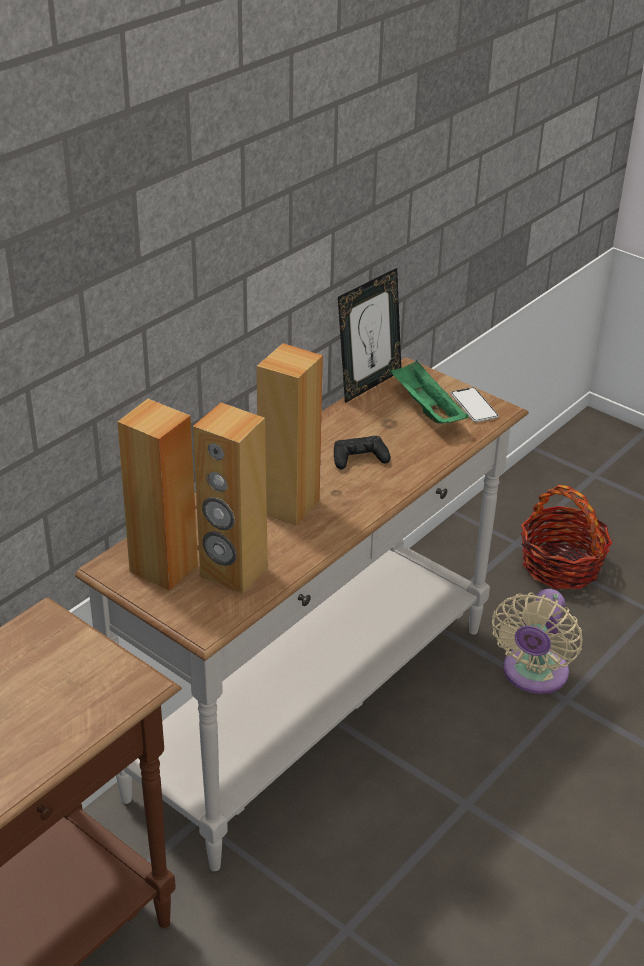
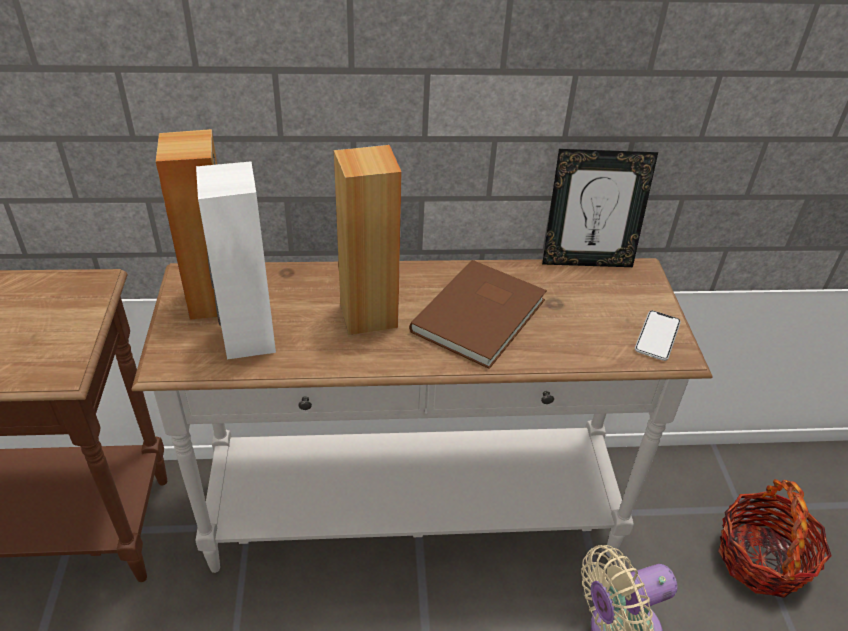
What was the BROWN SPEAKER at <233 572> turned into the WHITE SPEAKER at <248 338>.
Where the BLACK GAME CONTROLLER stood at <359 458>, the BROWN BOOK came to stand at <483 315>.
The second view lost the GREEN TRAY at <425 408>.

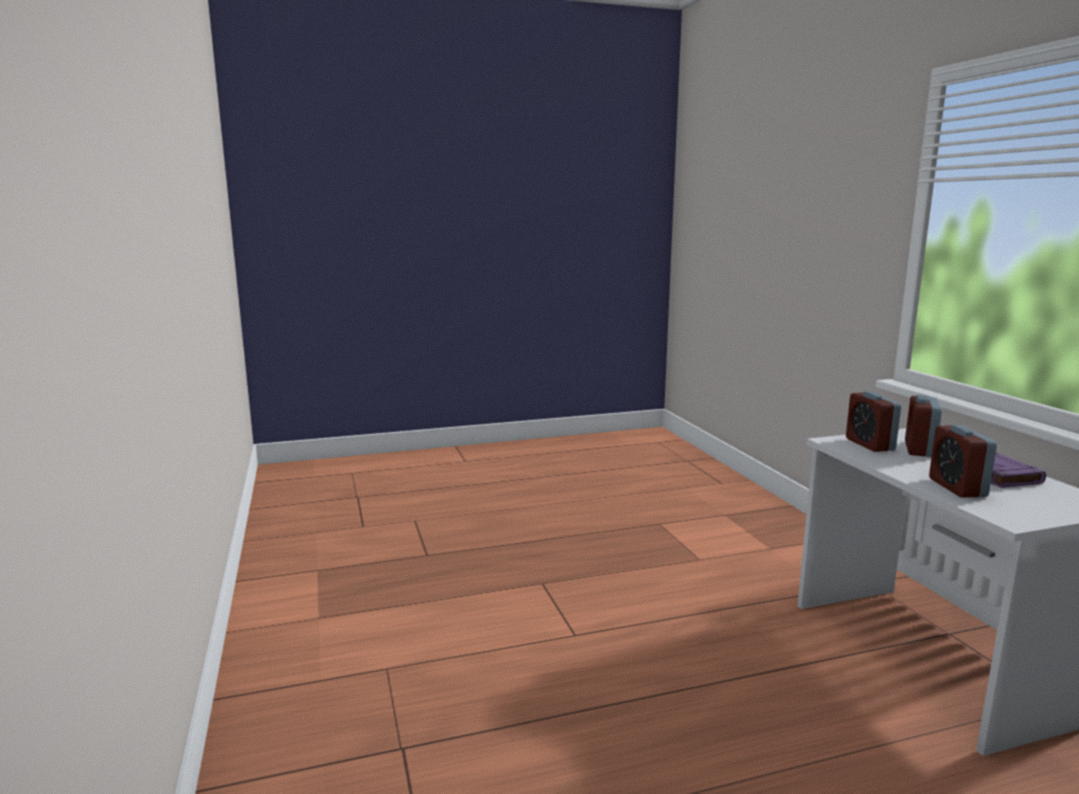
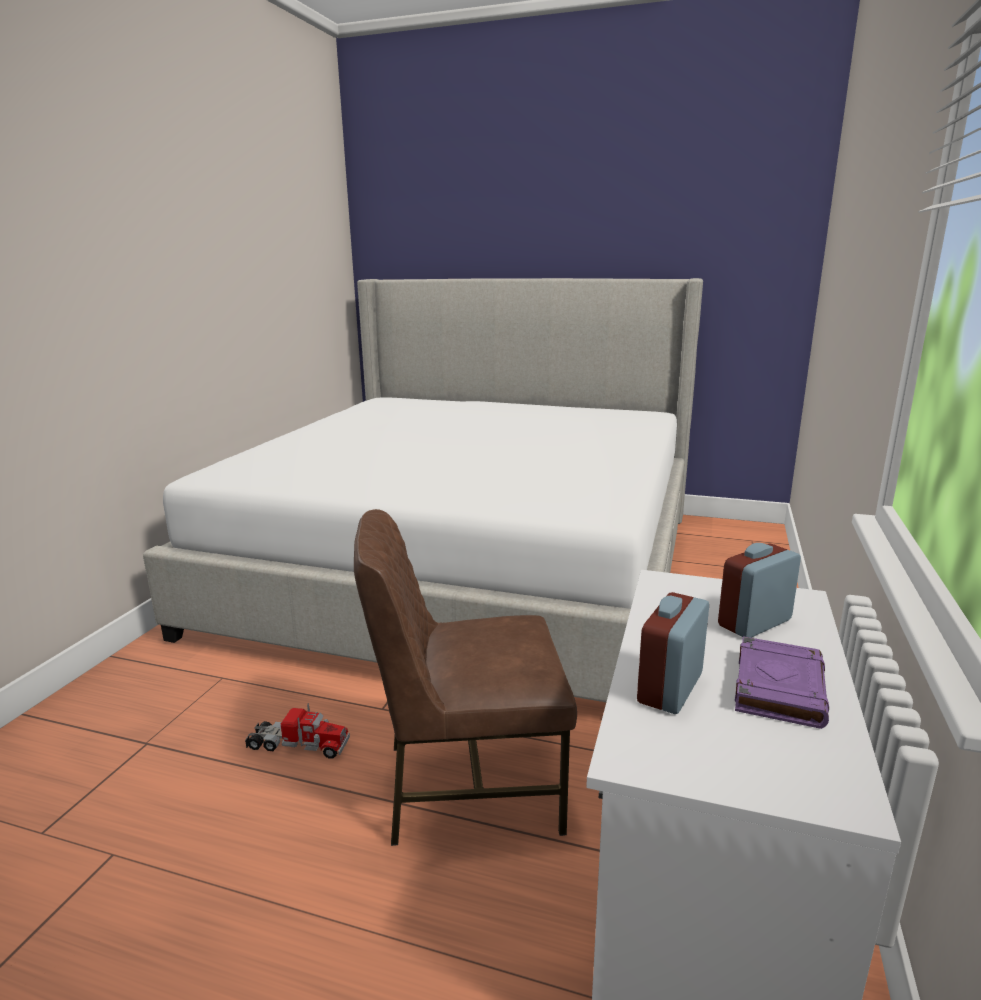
The second view lost the ALARM CLOCK at <869 444>.
The second view gained the BED at <469 567>.
The second view gained the TOY TRUCK at <298 745>.
The second view gained the BROWN CHAIR at <468 784>.

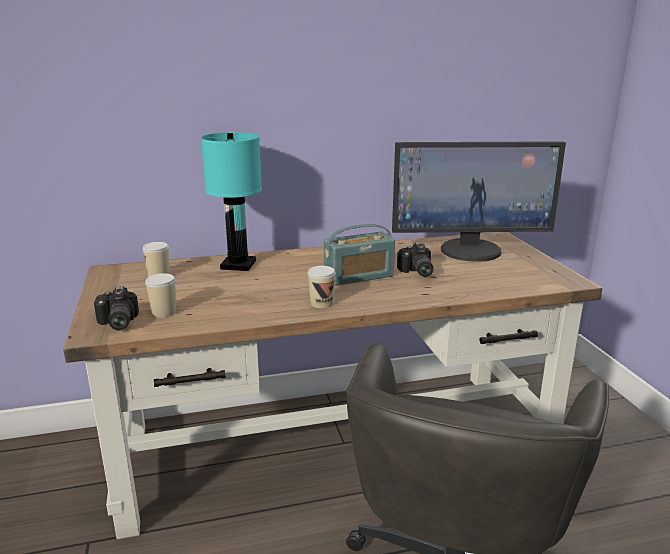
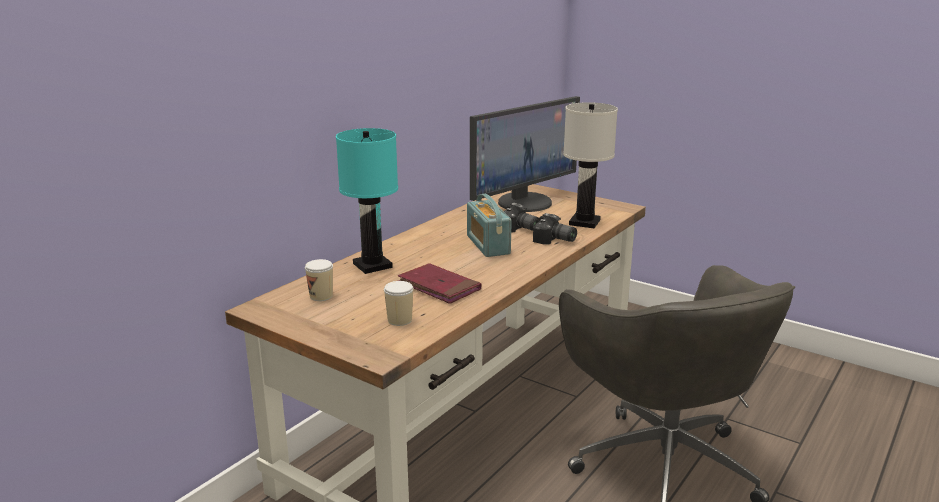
The PHOTO CAMERA ended up elsewhere, having gone from <116 323> to <554 241>.
The second view lost the CUP at <321 303>.
The RADIO at <358 276> ended up facing another way, 135 degrees clockwise from before.
The second view gained the RED BOOK at <439 287>.
The second view gained the WHITE TABLE LAMP at <585 222>.

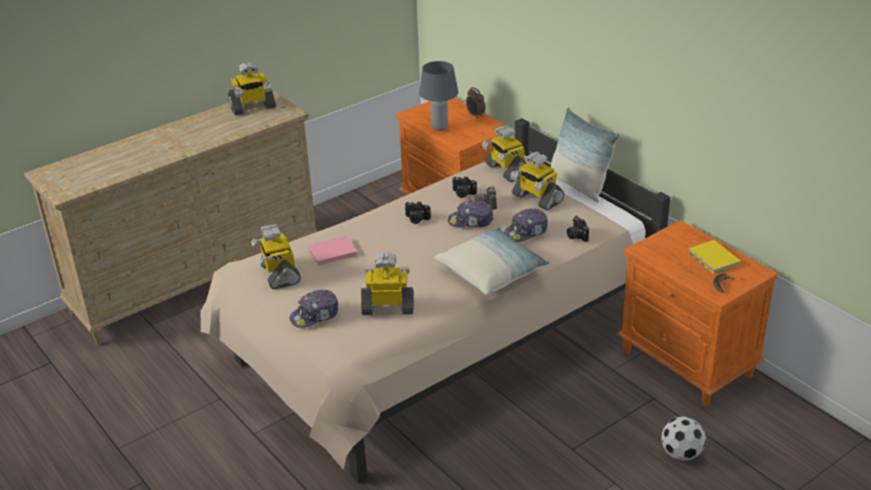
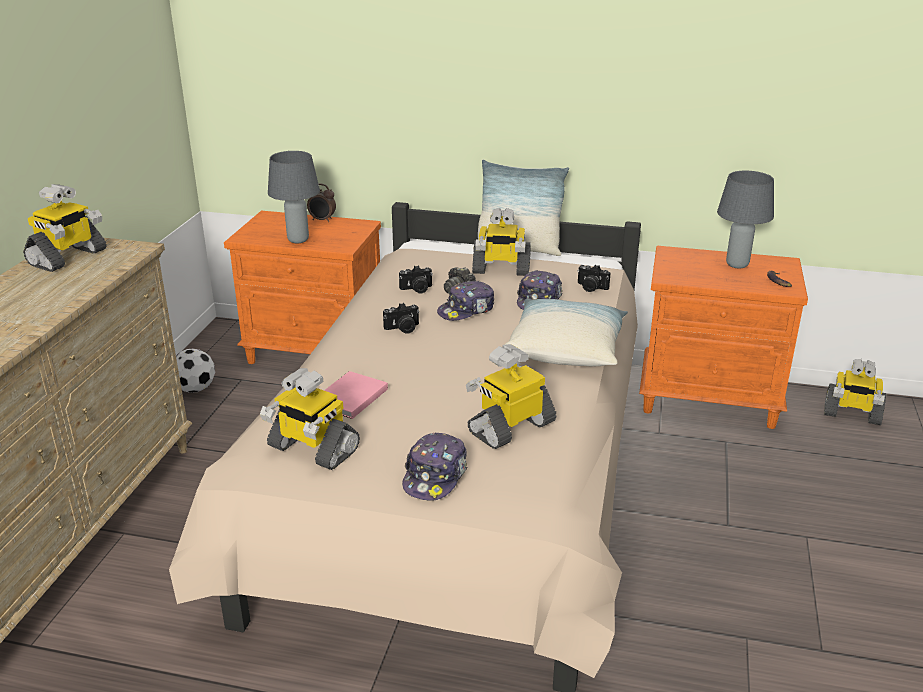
The TOY ROBOT ended up elsewhere, having gone from <506 170> to <851 414>.
The FOOTBALL ended up elsewhere, having gone from <681 454> to <195 389>.
Where the YELLOW BOOK stood at <713 259>, the GREY TABLE LAMP came to stand at <737 265>.

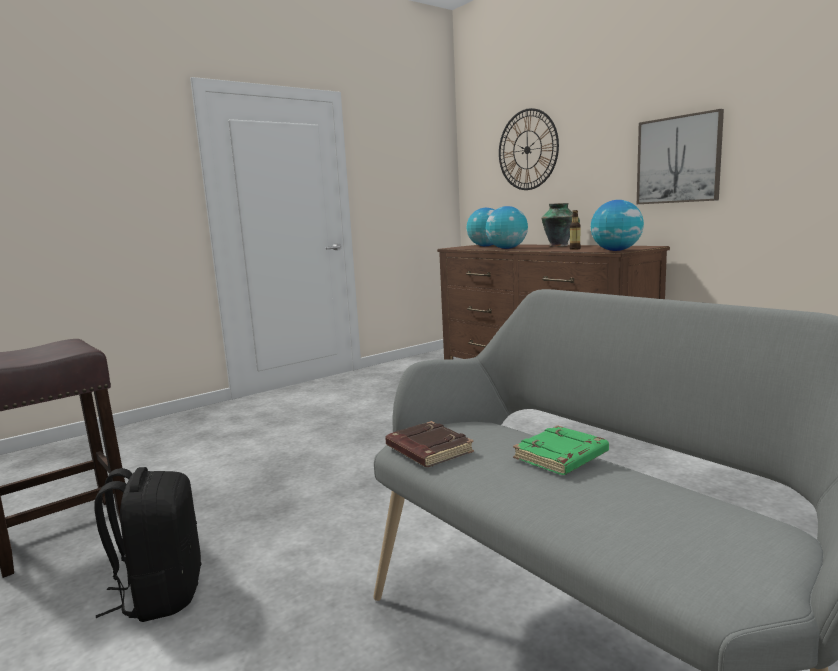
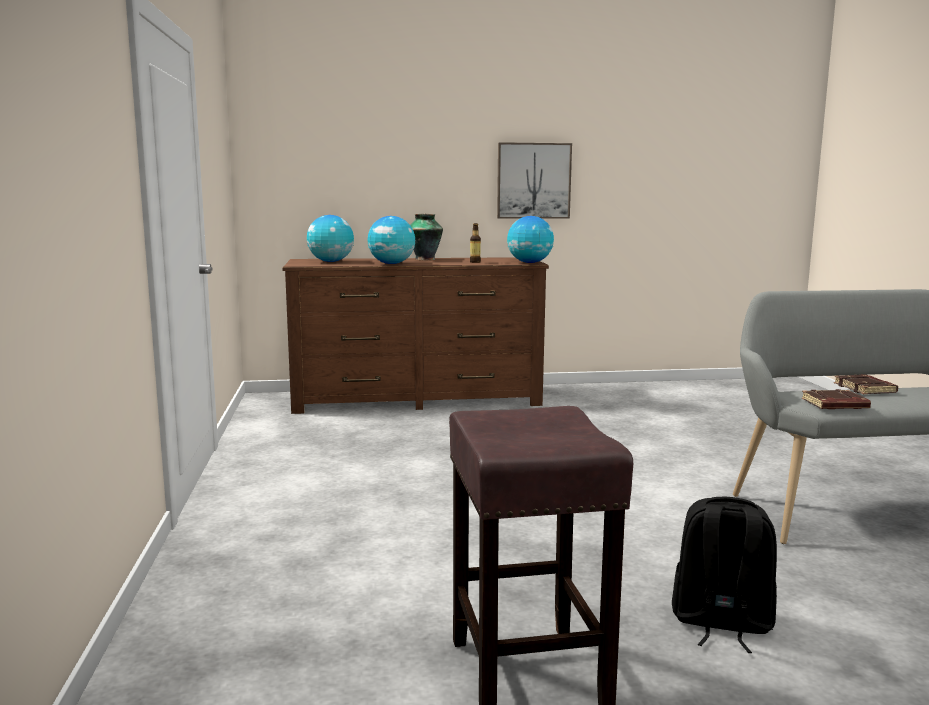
The second view lost the WALL CLOCK at <527 150>.
What was the GREEN BOOK at <561 457> turned into the BROWN BOOK at <865 389>.

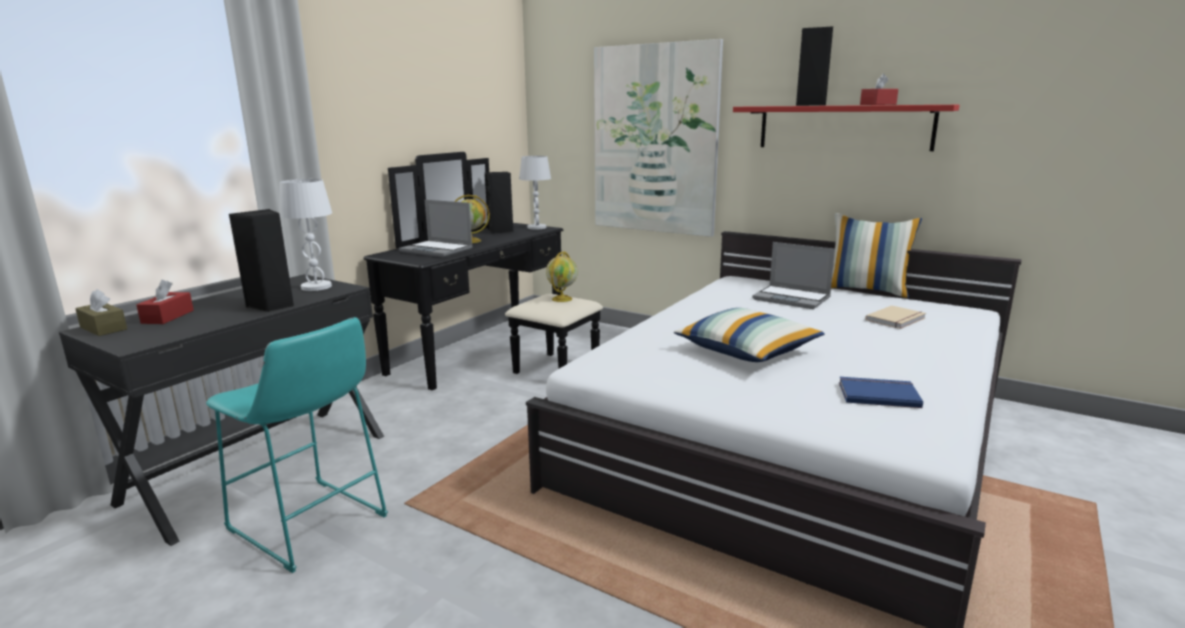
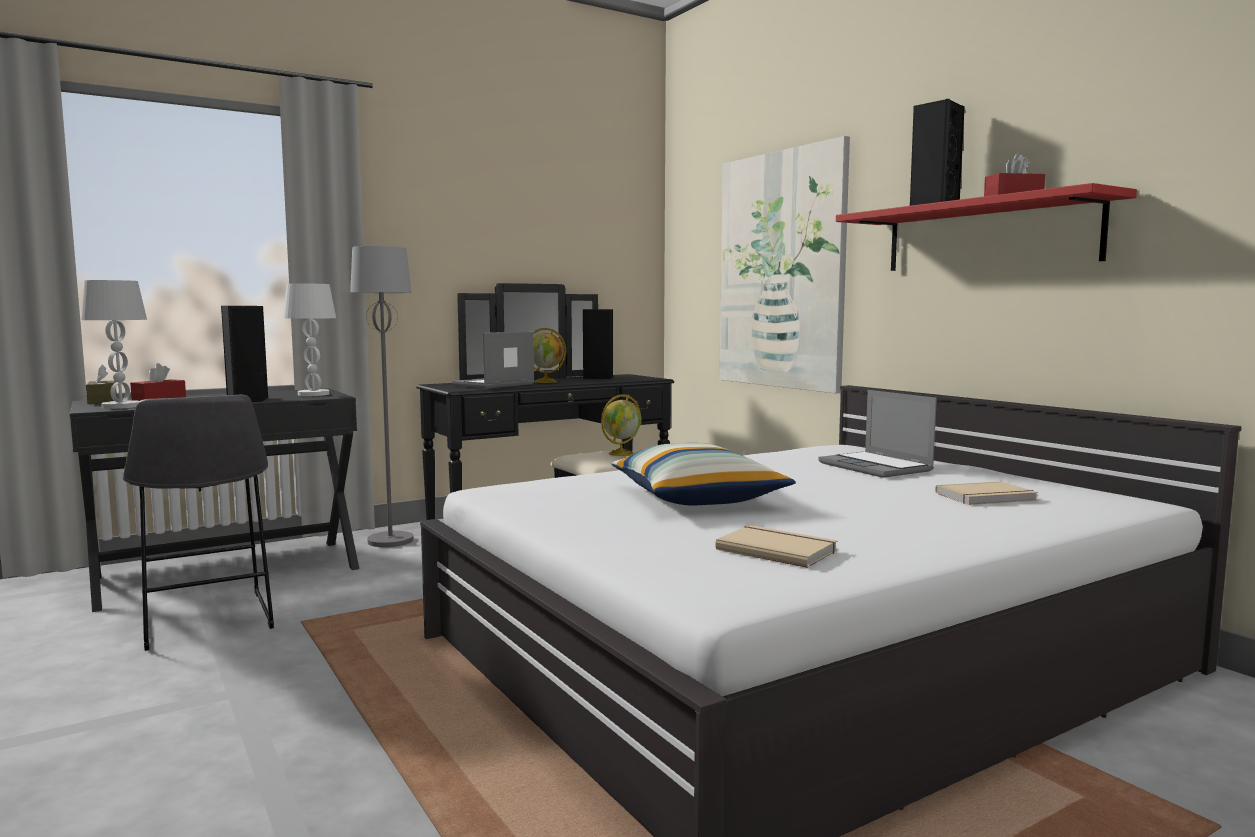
What was the TURQUOISE STOOL at <311 526> turned into the GREY STOOL at <206 622>.
The LAPTOP at <438 250> ended up facing another way, 75 degrees clockwise from before.
The WHITE TABLE LAMP ended up elsewhere, having gone from <536 227> to <121 406>.
The second view lost the PILLOW at <866 290>.
What was the BLUE BOOK at <877 394> turned into the BEIGE BOOK at <777 549>.
The second view gained the GREY FLOOR LAMP at <390 541>.

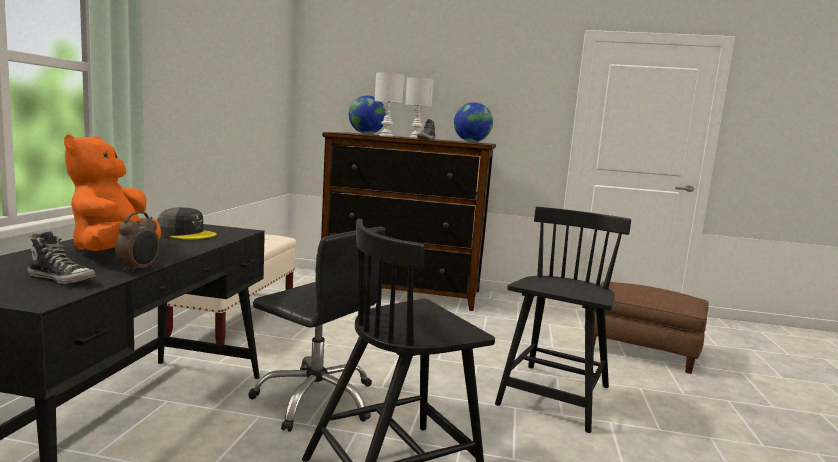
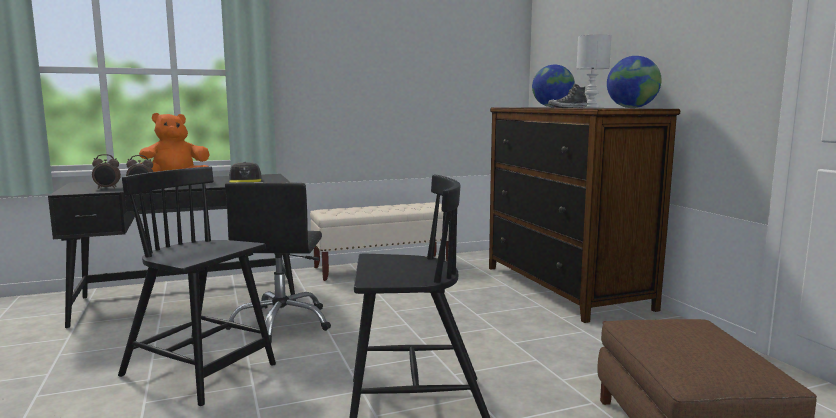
Where the SHOE stood at <62 279>, the ALARM CLOCK came to stand at <107 188>.
The second view lost the WHITE TABLE LAMP at <385 136>.

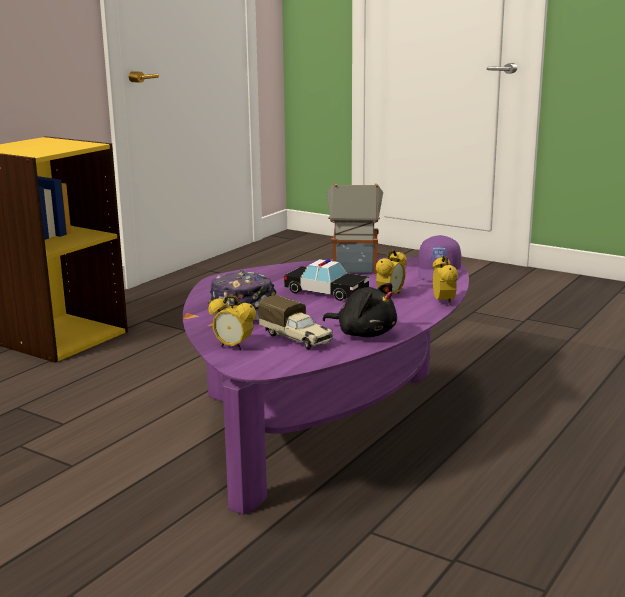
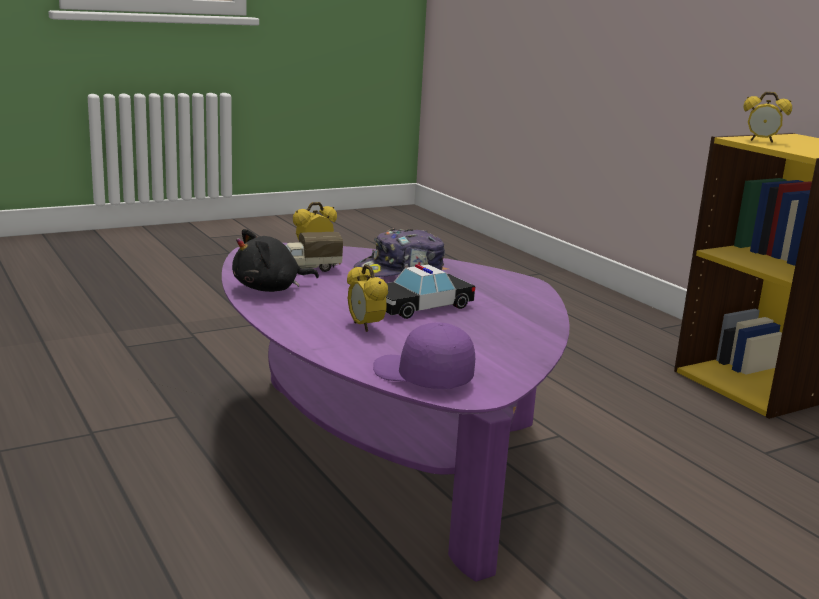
The second view lost the TOY HOUSE at <353 267>.
The ALARM CLOCK ended up elsewhere, having gone from <443 302> to <761 141>.

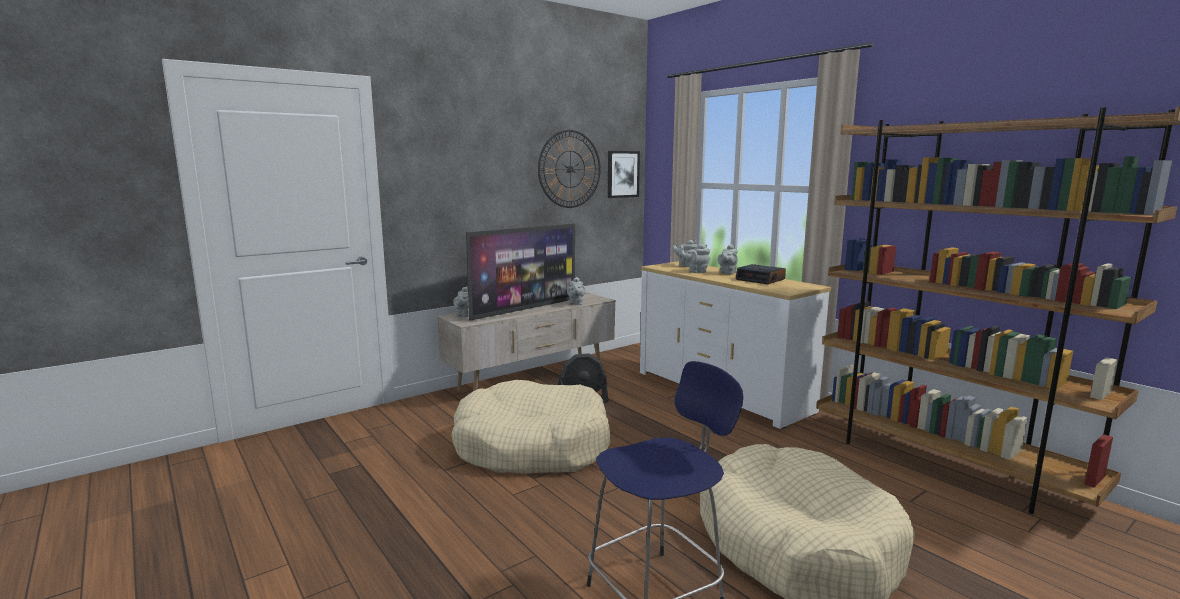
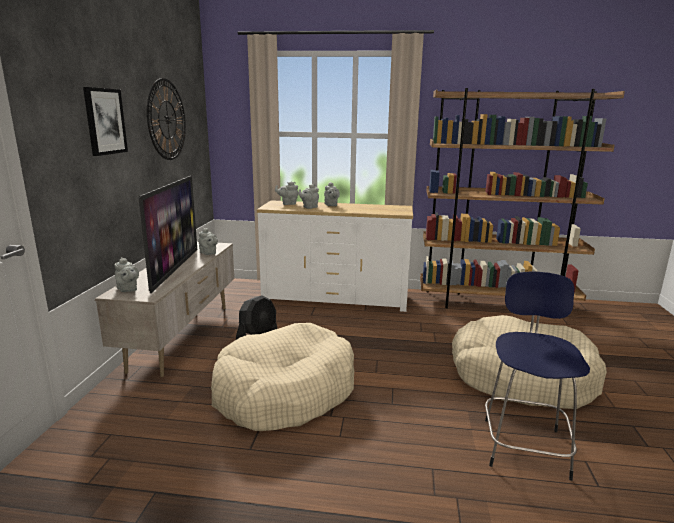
The PICTURE ended up elsewhere, having gone from <622 174> to <105 121>.
The second view lost the ALARM CLOCK at <761 279>.

